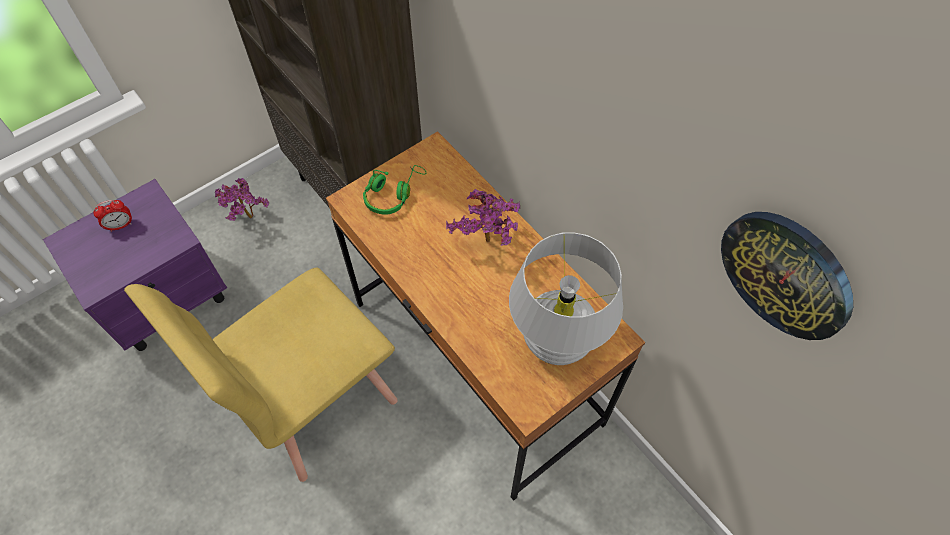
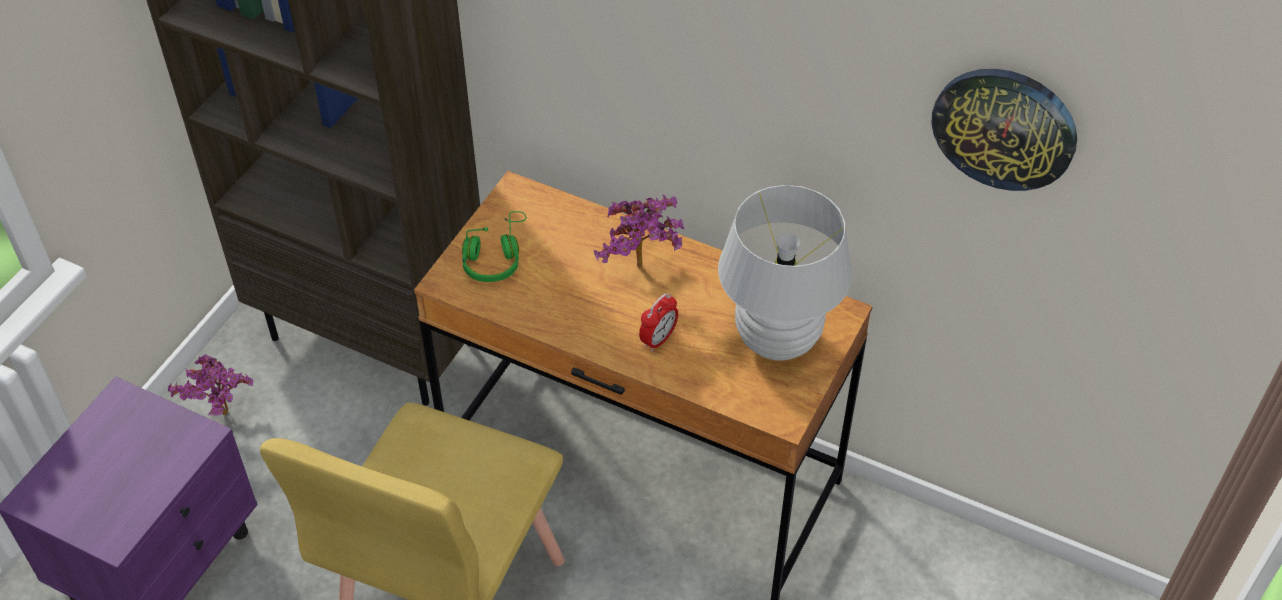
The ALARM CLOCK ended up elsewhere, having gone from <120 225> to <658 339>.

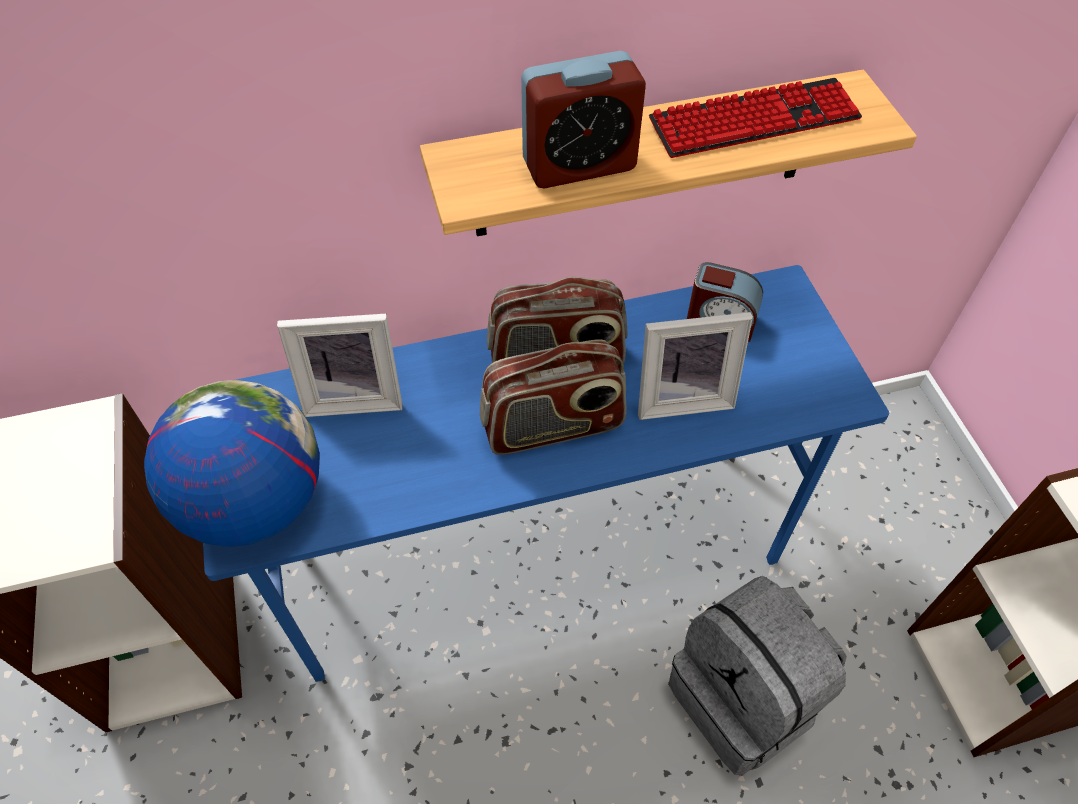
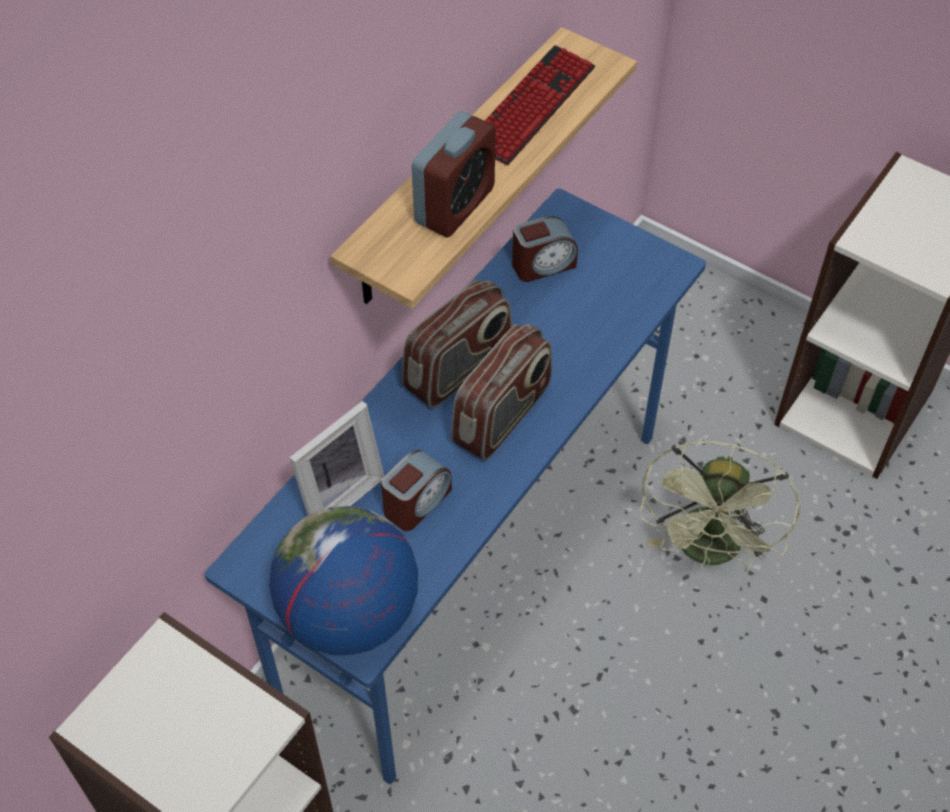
The second view lost the PICTURE FRAME at <682 397>.
Where the GREY BACKPACK stood at <744 698>, the GREEN FAN came to stand at <709 551>.
The second view gained the ALARM CLOCK at <416 502>.

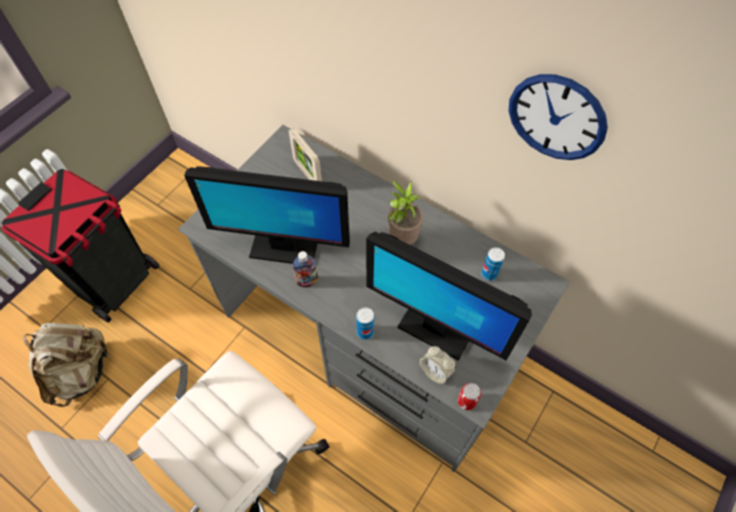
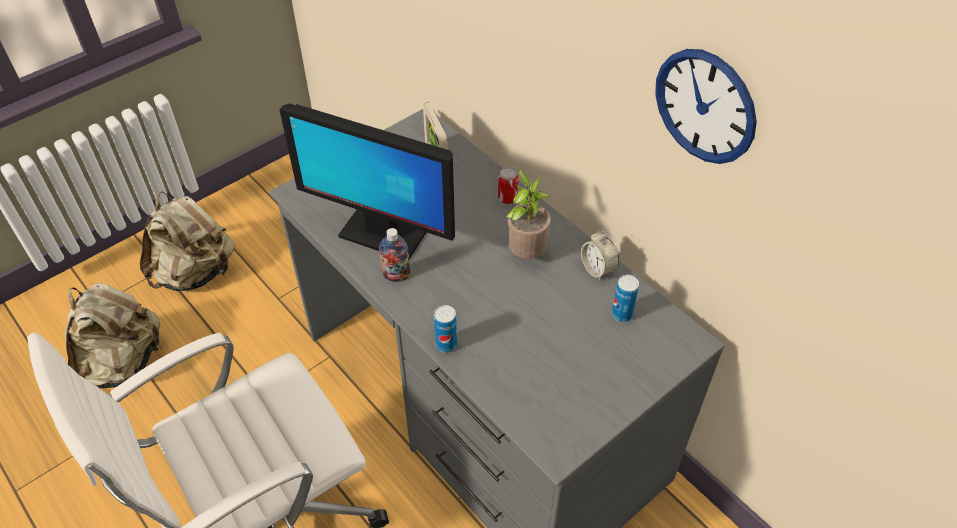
Where the BLACK TRASH CAN stood at <116 282>, the BEIGE BACKPACK came to stand at <195 273>.
The second view lost the MONITOR at <435 328>.
The ALARM CLOCK ended up elsewhere, having gone from <436 371> to <597 269>.
The CAN ended up elsewhere, having gone from <466 401> to <507 198>.

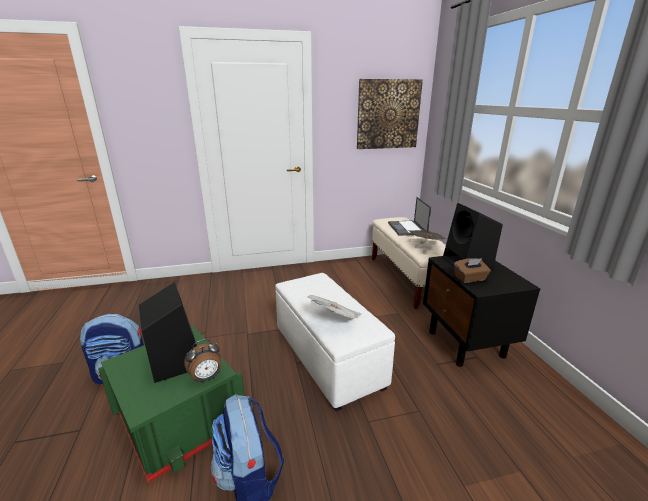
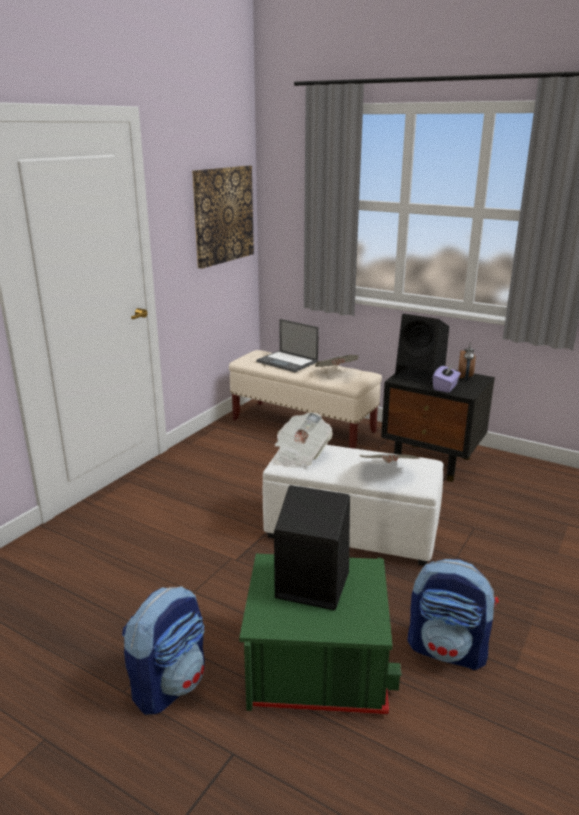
The ALARM CLOCK ended up elsewhere, having gone from <206 377> to <465 377>.
What was the BROWN TISSUE BOX at <470 279> turned into the PURPLE TISSUE BOX at <445 387>.
The second view gained the NEWSPAPER at <300 454>.

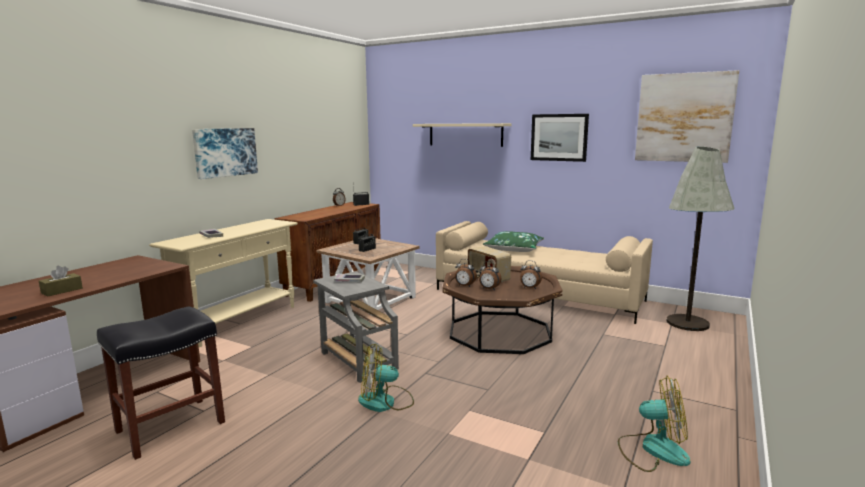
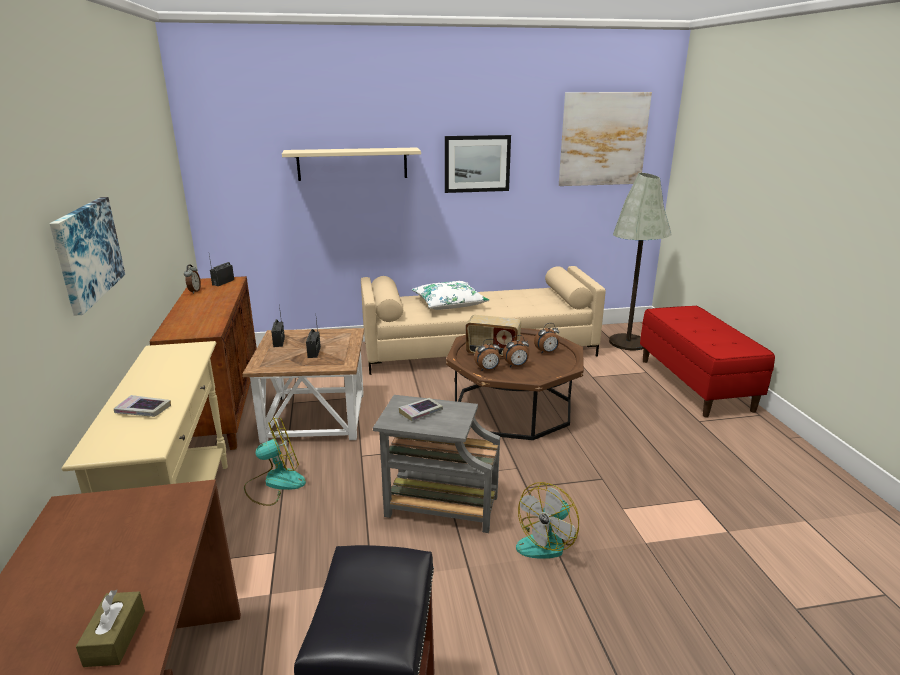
What was the GREEN PILLOW at <514 249> turned into the WHITE PILLOW at <449 303>.
The FAN ended up elsewhere, having gone from <653 449> to <275 483>.
The second view gained the RED BENCH at <695 384>.

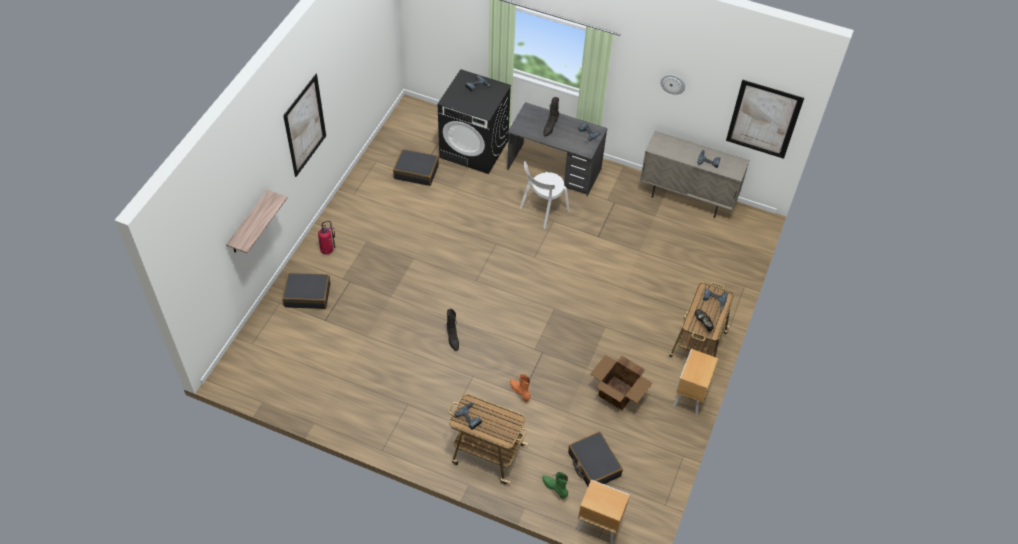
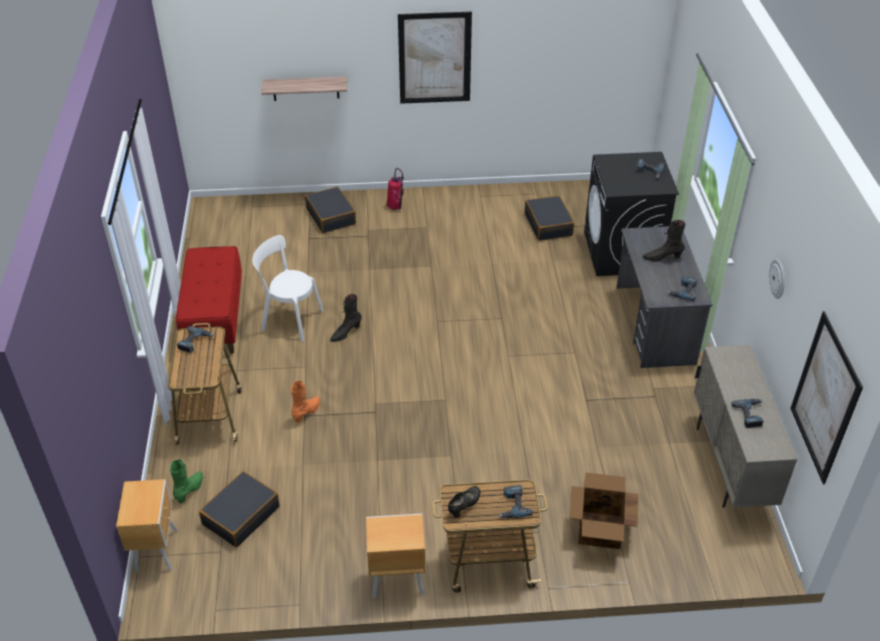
The WHITE CHAIR ended up elsewhere, having gone from <542 210> to <290 319>.
The CARDBOARD BOX ended up elsewhere, having gone from <618 393> to <599 530>.
The second view gained the RED BENCH at <214 319>.

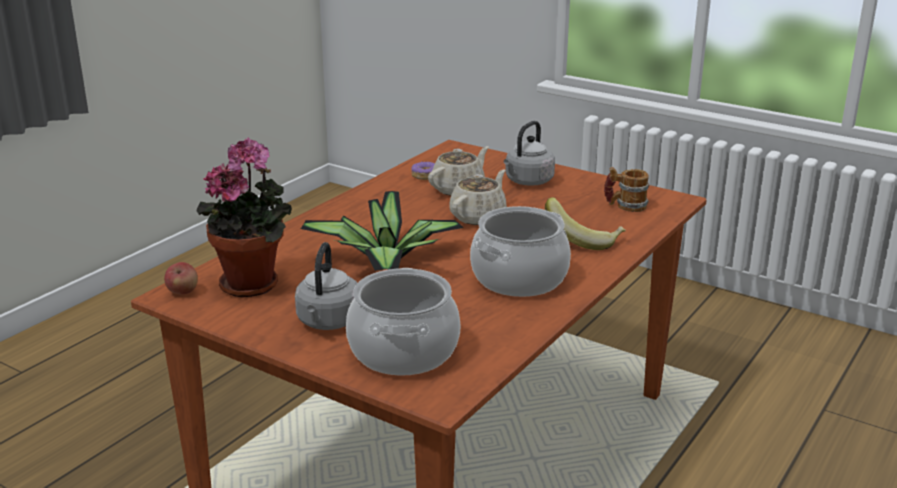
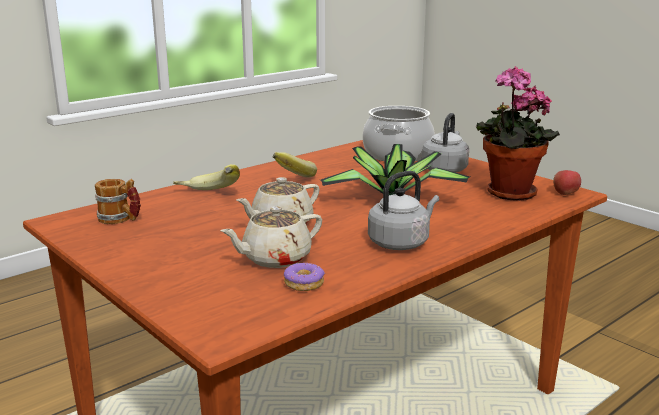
Where the COOKING POT stood at <519 278>, the BANANA came to stand at <292 178>.
The GREY KETTLE ended up elsewhere, having gone from <527 182> to <401 242>.

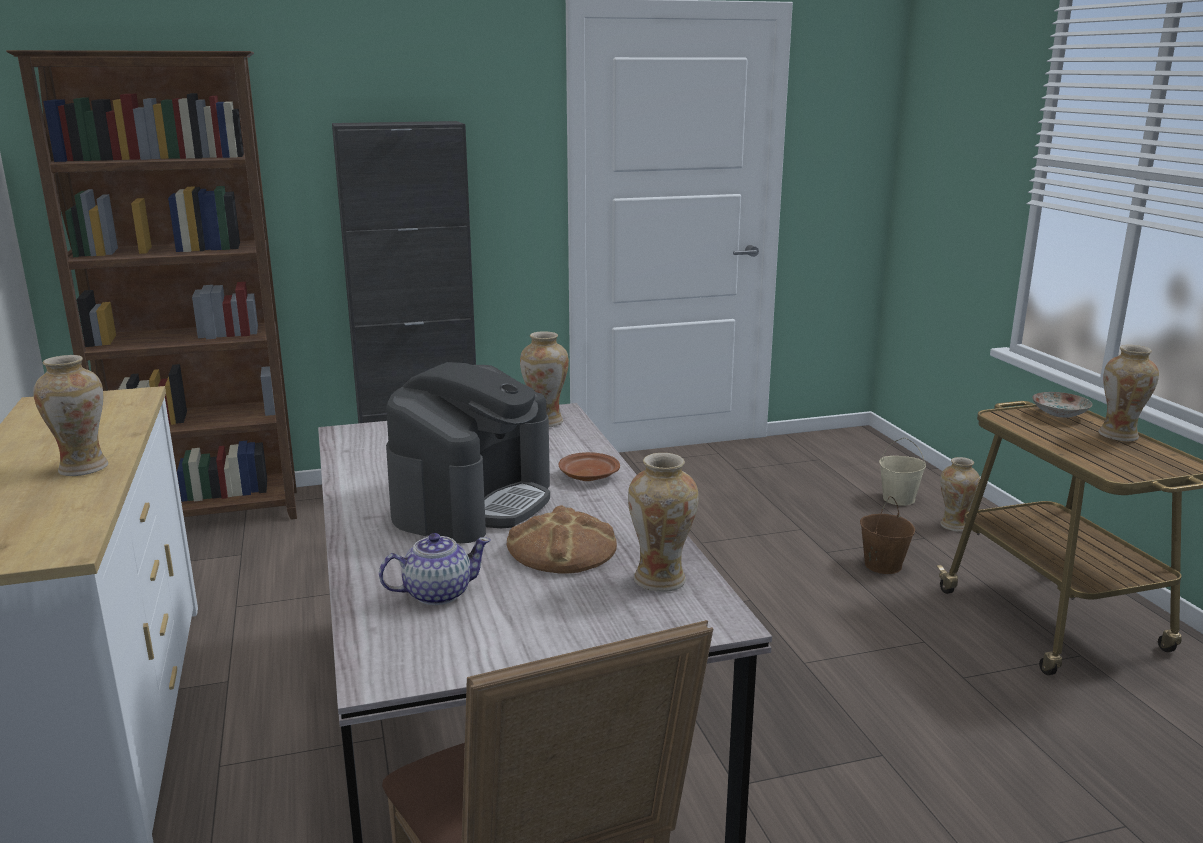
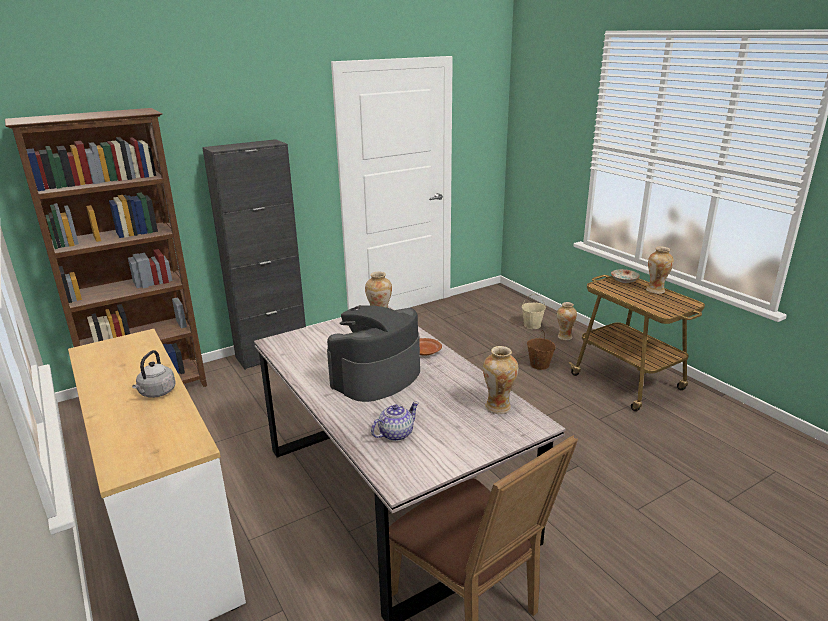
Where the VASE stood at <83 468>, the GREY KETTLE came to stand at <156 393>.
The COFFEE MACHINE at <473 502> ended up facing another way, 150 degrees counterclockwise from before.
The second view lost the BREAD at <562 549>.

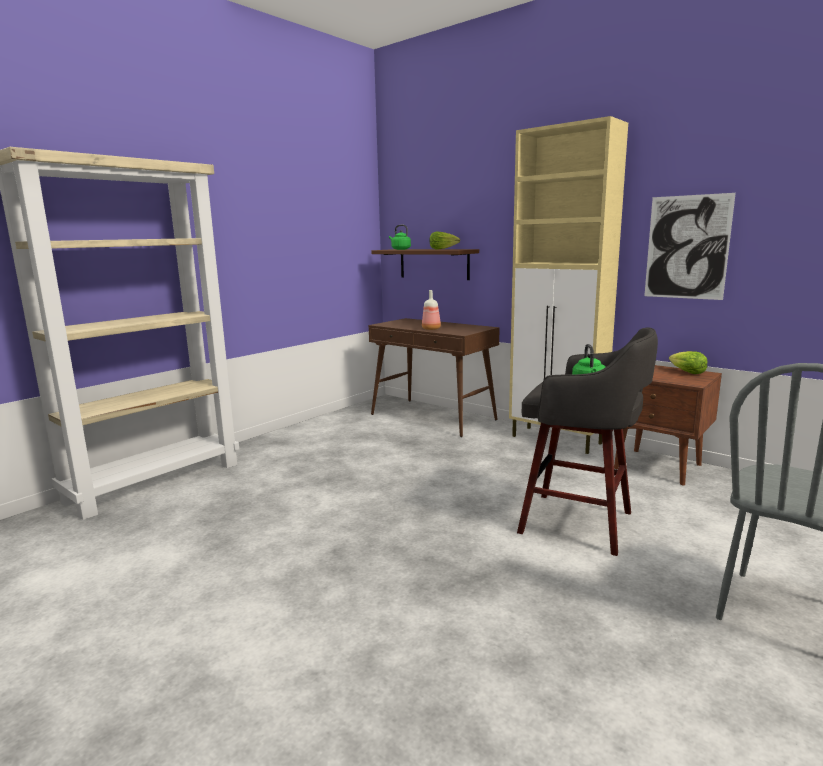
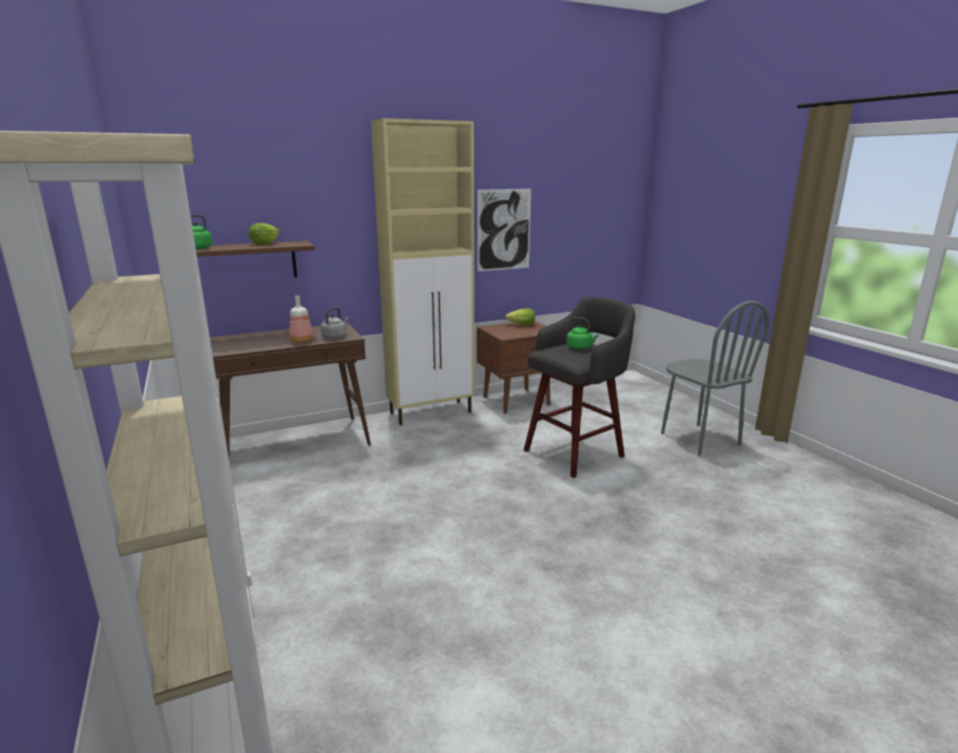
The second view gained the GREY KETTLE at <335 336>.

